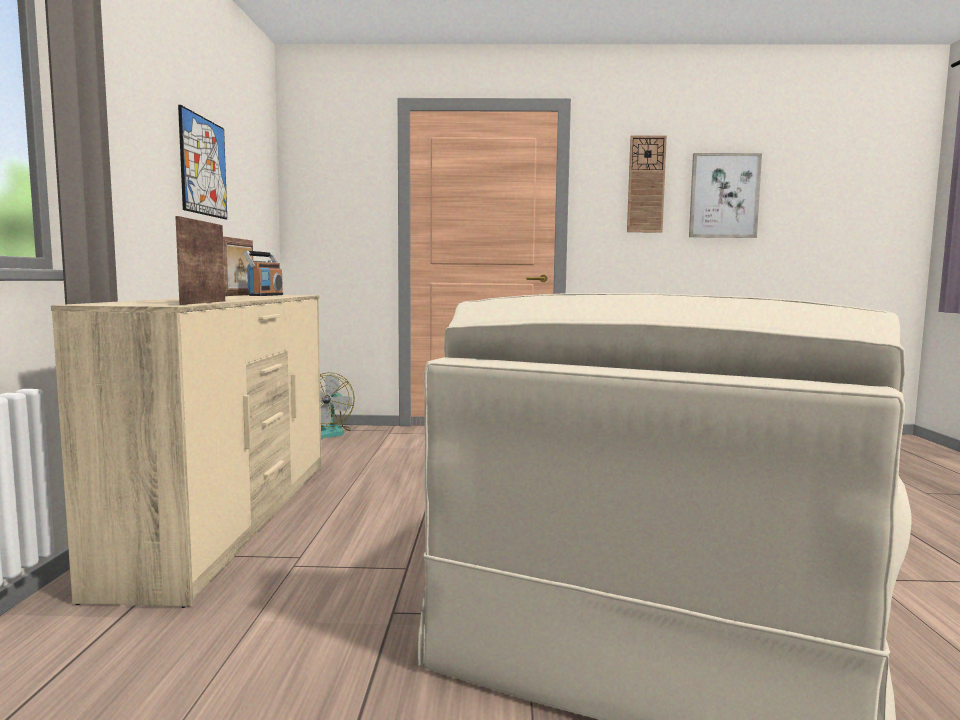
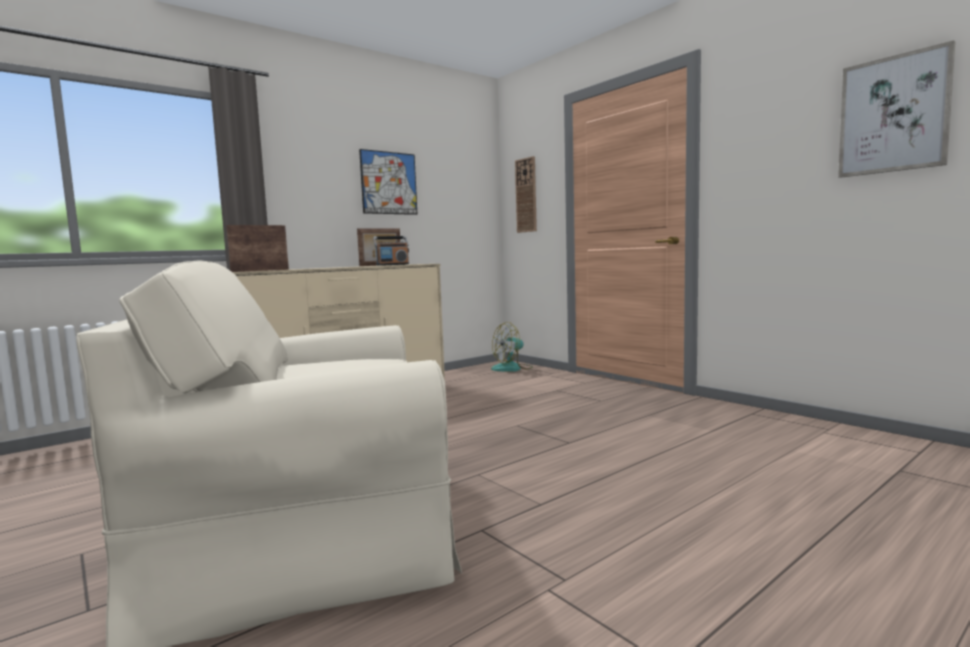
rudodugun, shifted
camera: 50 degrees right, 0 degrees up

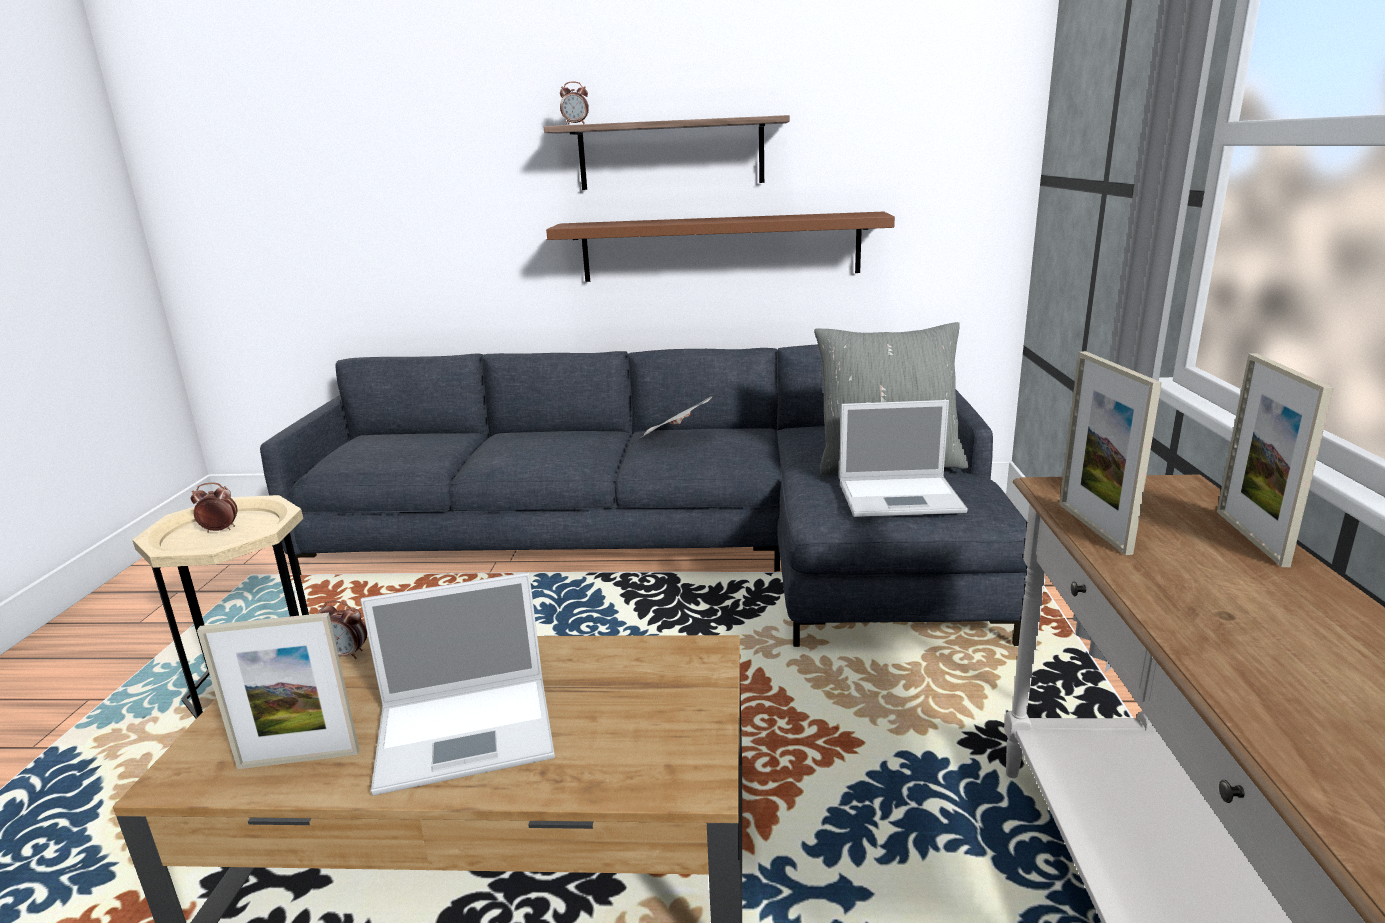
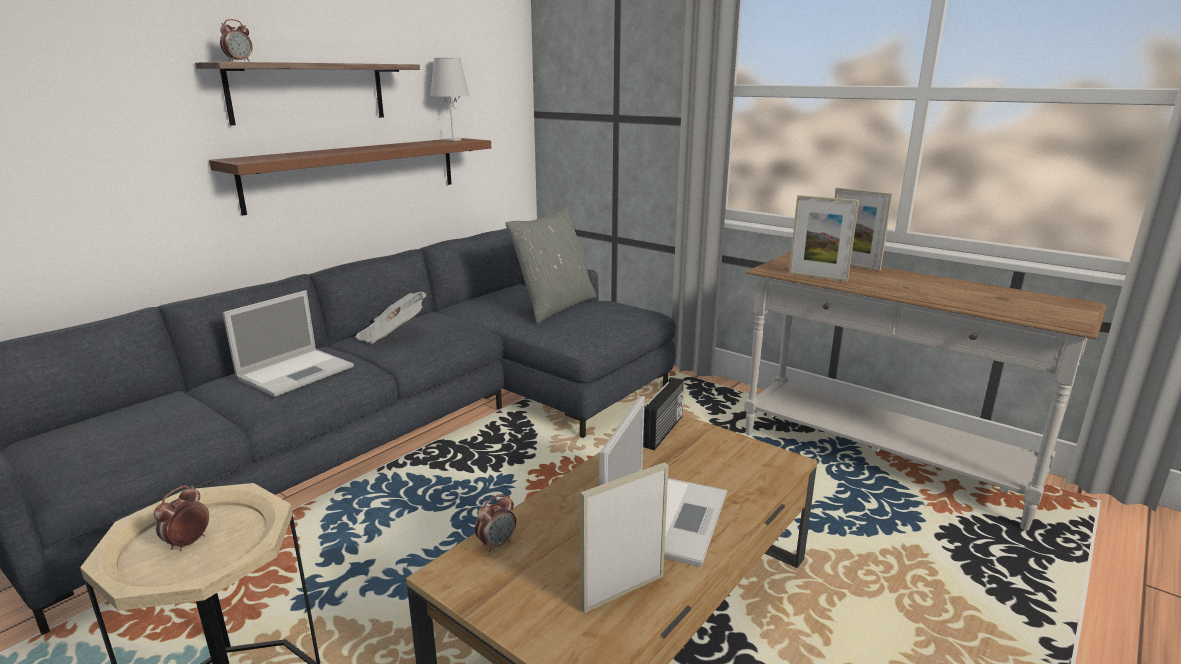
nothing => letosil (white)
nothing => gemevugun
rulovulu (no. 2 from left in the first image) => rulovulu (no. 1 from left), shifted
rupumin (no. 1 from left), 150 degrees counterclockwise
camera: 55 degrees left, 0 degrees up

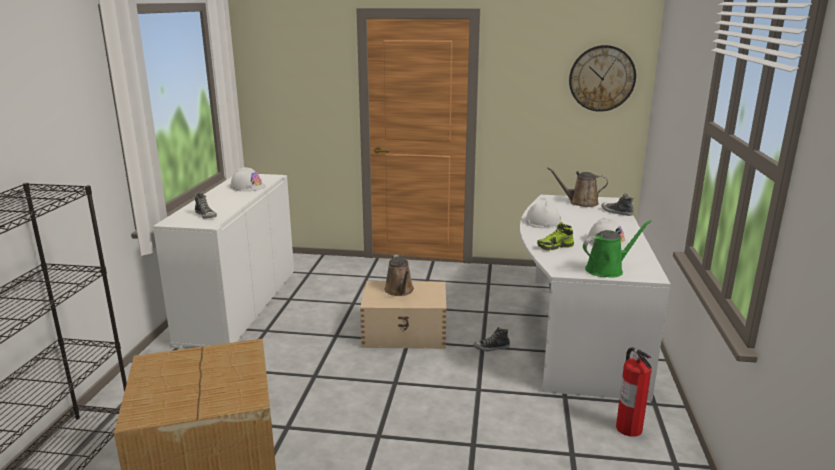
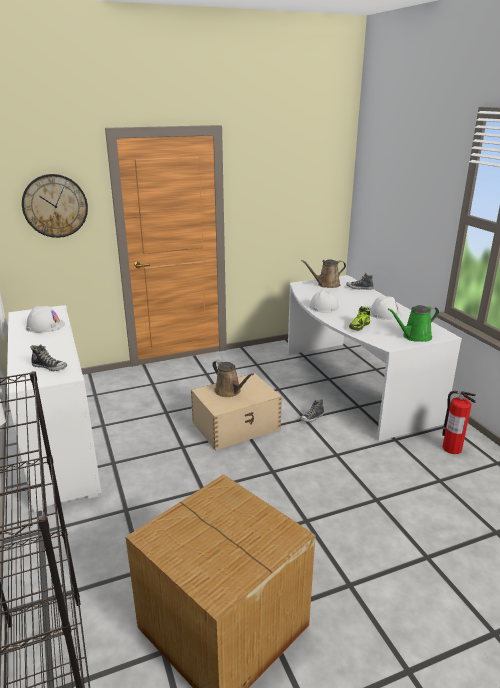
rudodugun, shifted
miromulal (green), 150 degrees counterclockwise
camera: 30 degrees left, 5 degrees up

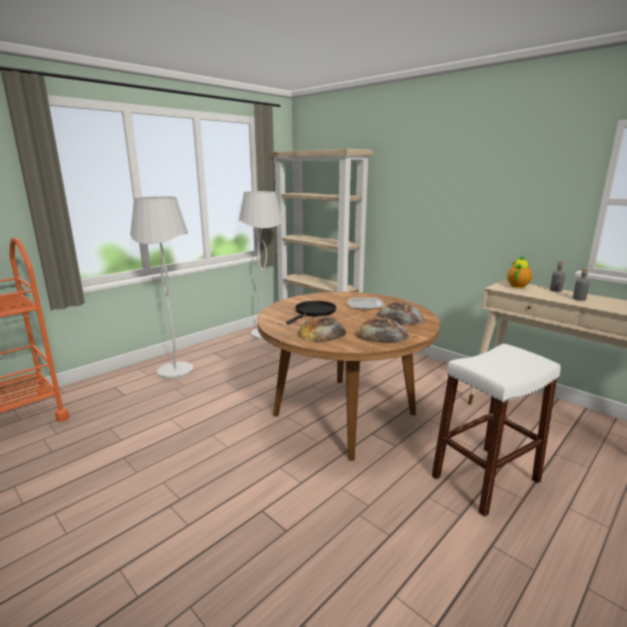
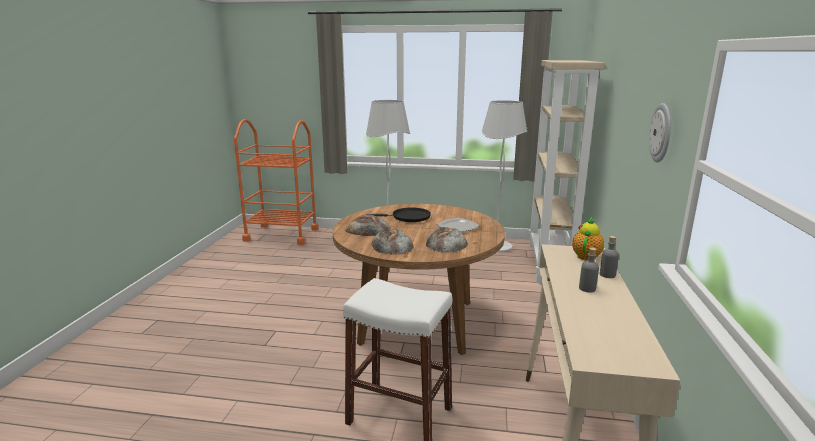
nothing => rudodugun
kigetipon, 60 degrees counterclockwise
camera: 55 degrees right, 0 degrees up

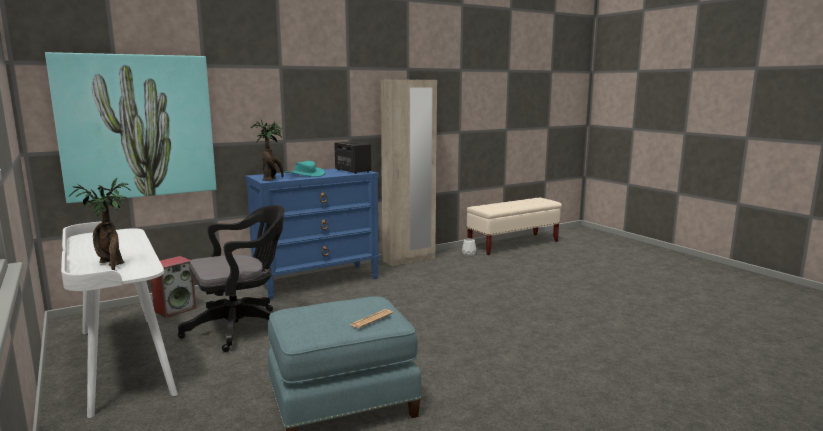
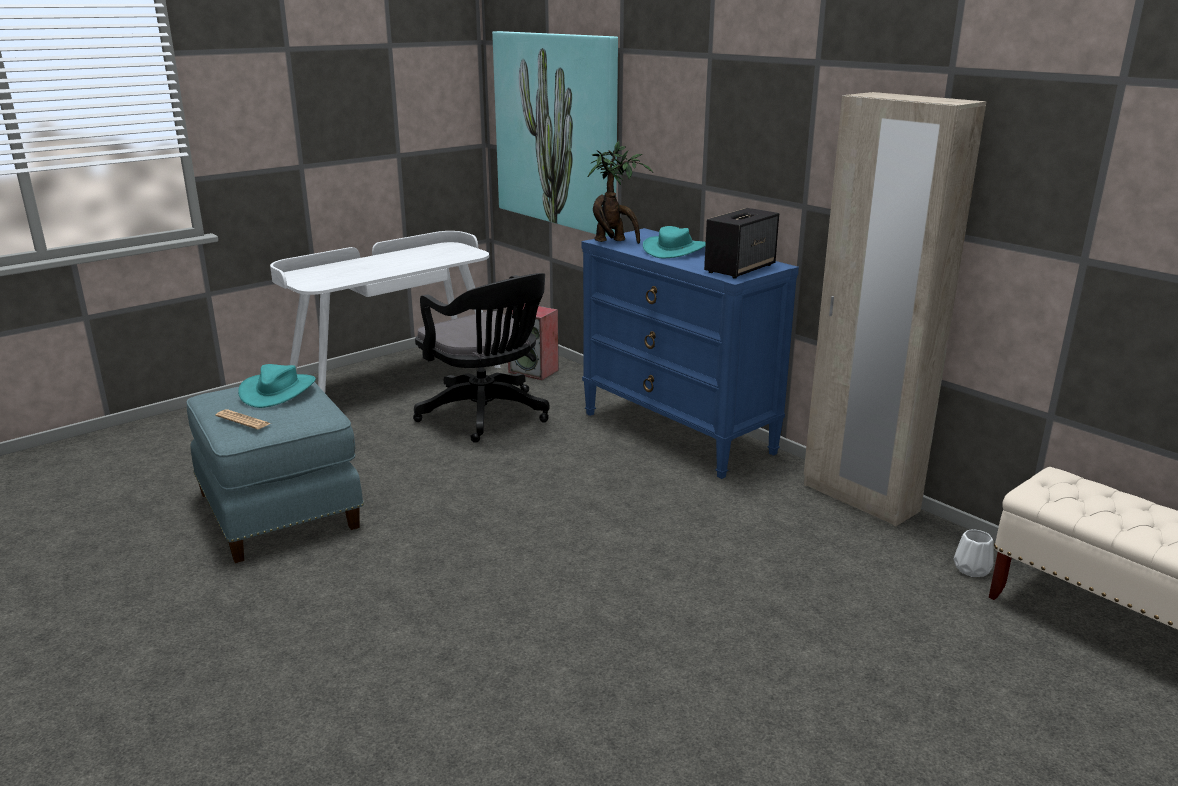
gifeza (no. 1 from left) => nothing
nothing => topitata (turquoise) (no. 1 from left)
camera: 80 degrees right, 10 degrees up

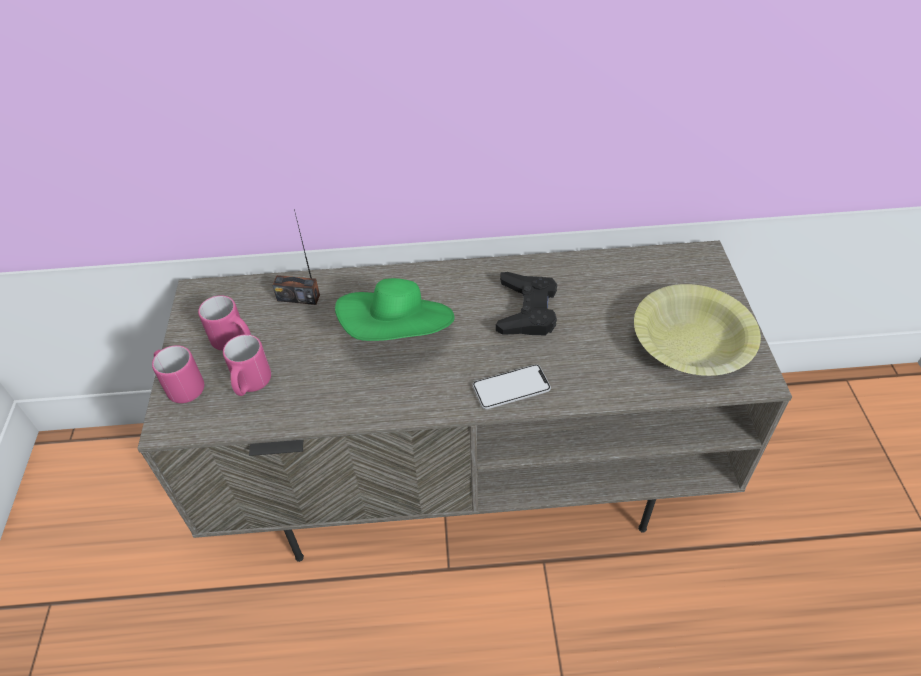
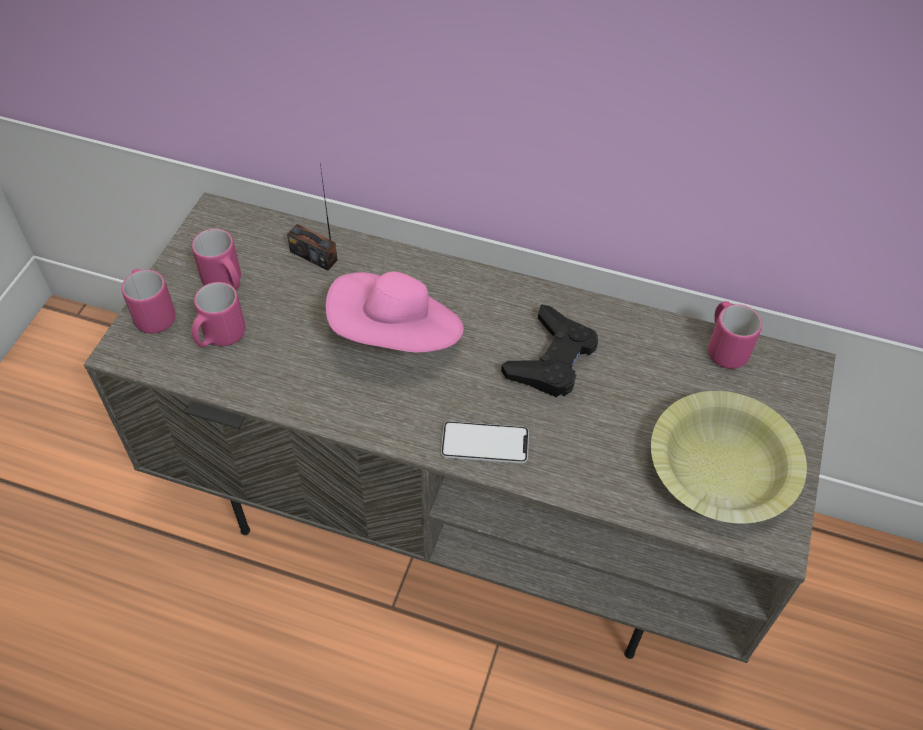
nothing => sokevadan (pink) (no. 4 from left)
topitata (green) => topitata (pink)
camera: 20 degrees right, 5 degrees up

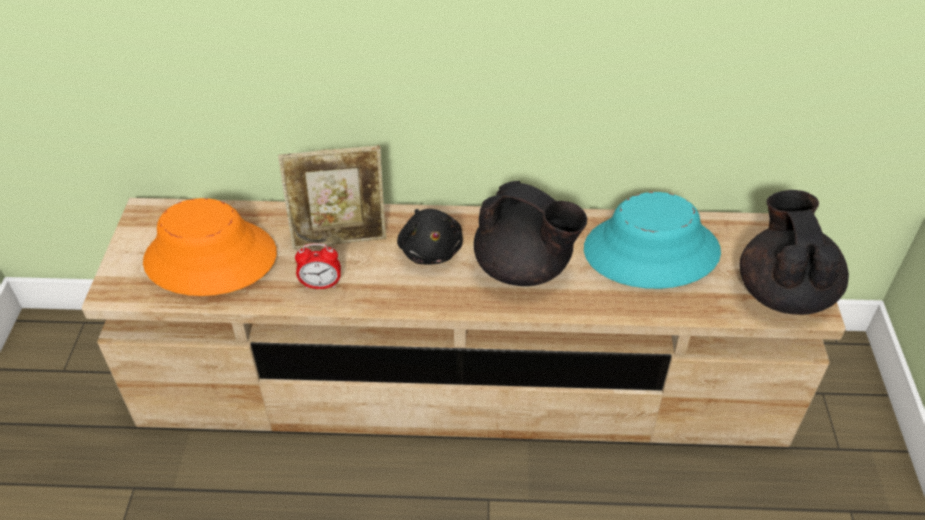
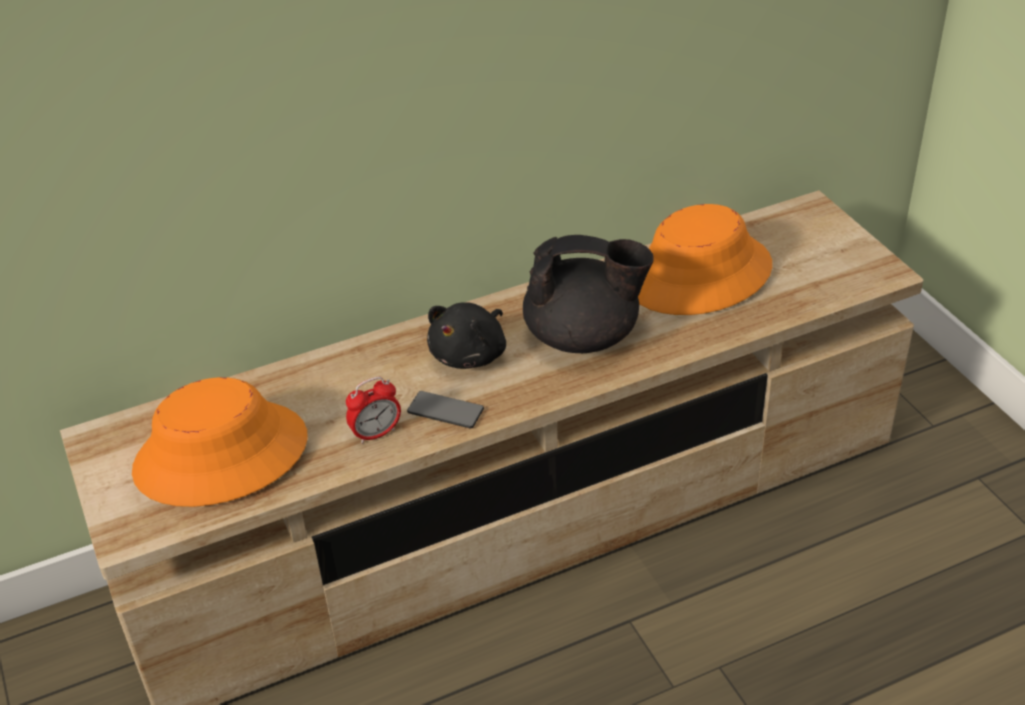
rupumin => nothing
kigetipon (black) (no. 2 from left) => nothing
nothing => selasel
topitata (turquoise) => topitata (orange) (no. 2 from left)
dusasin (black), 75 degrees clockwise
camera: 25 degrees left, 5 degrees down

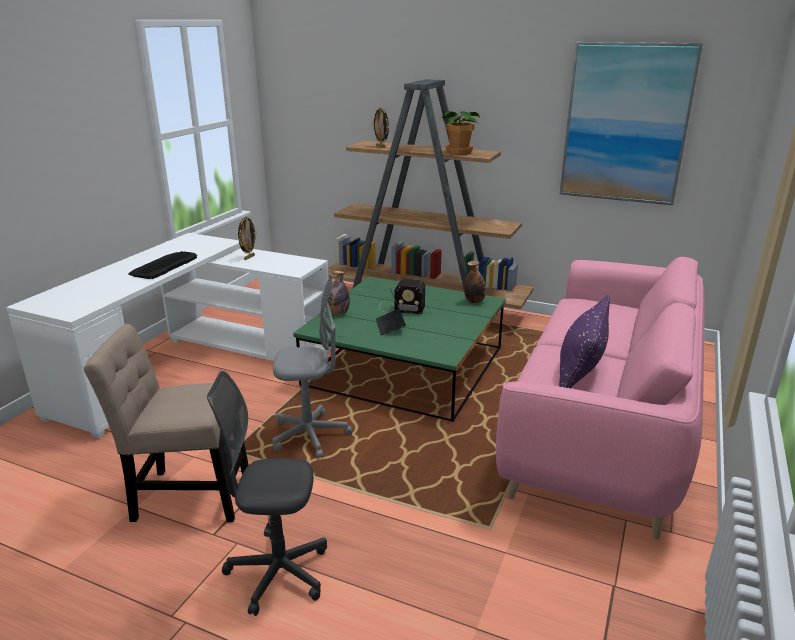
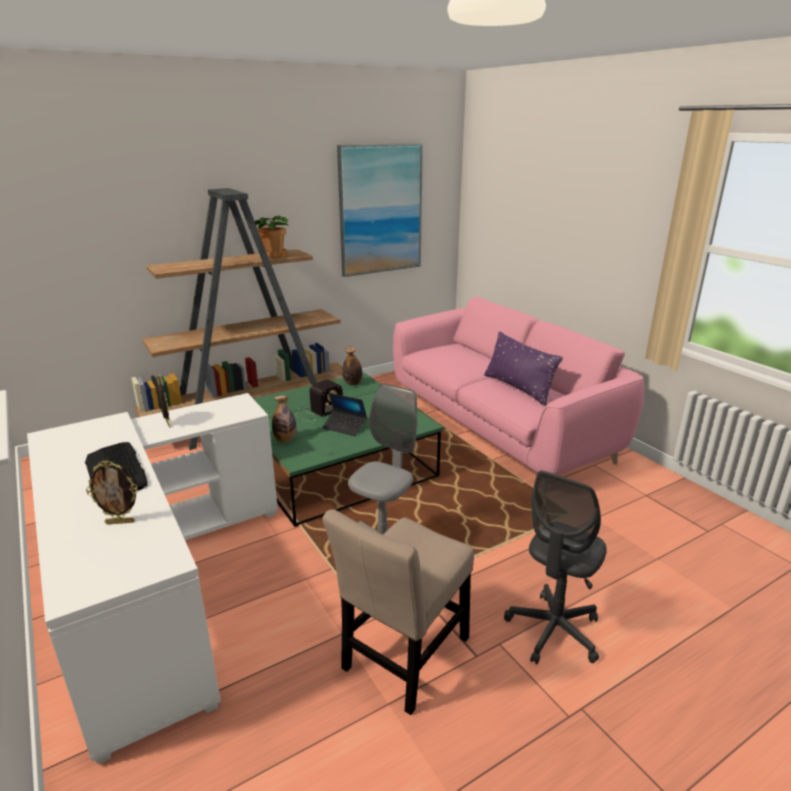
rupumin (no. 2 from left in the first image) => rupumin (no. 1 from left), shifted
camera: 55 degrees left, 0 degrees up

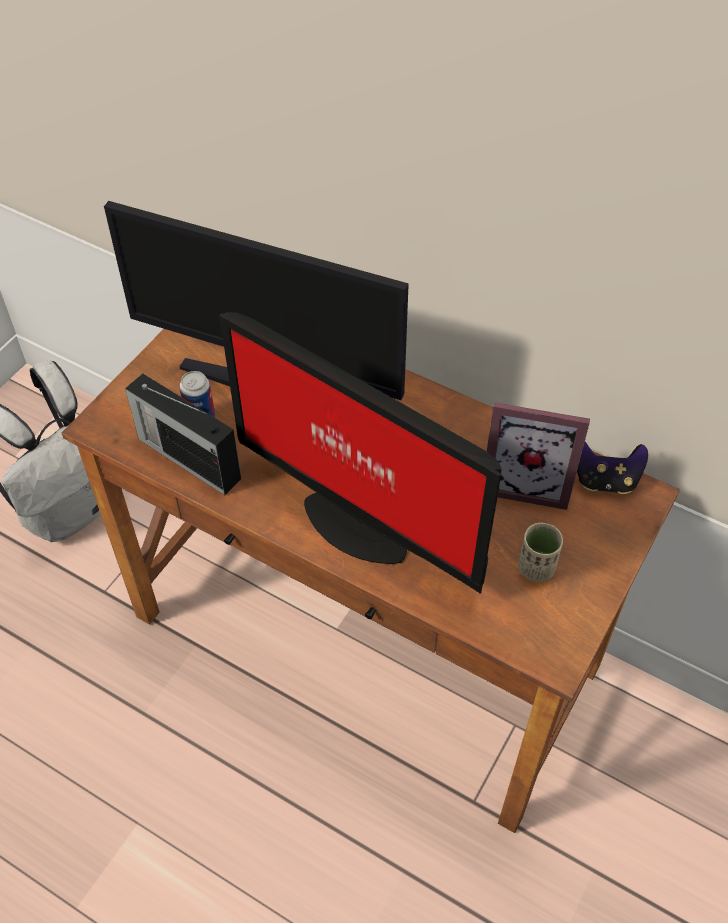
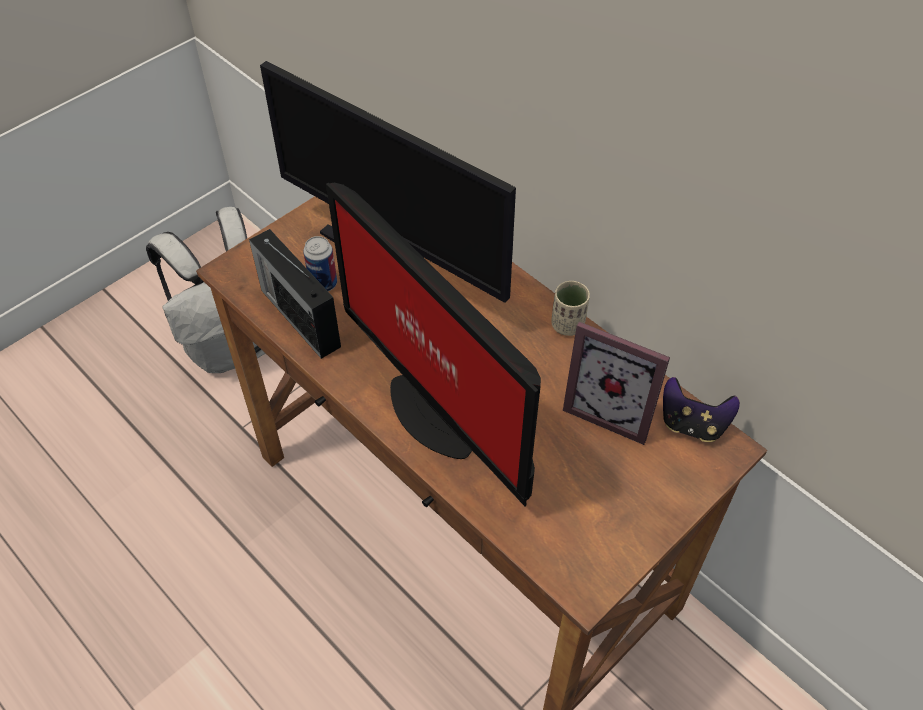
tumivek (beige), shifted
camera: 15 degrees right, 0 degrees up

